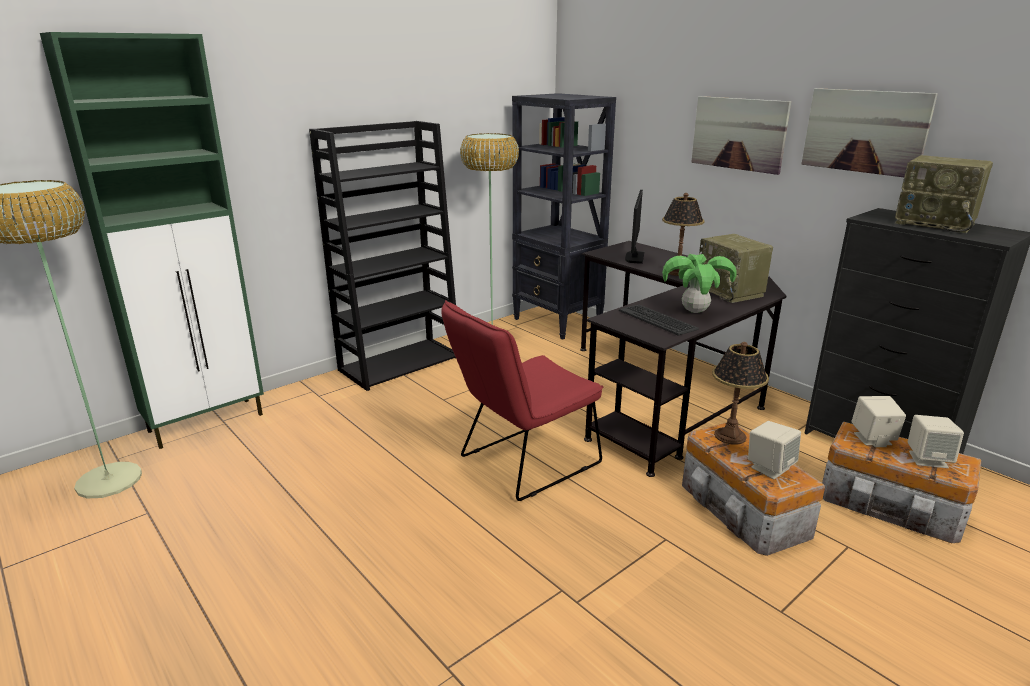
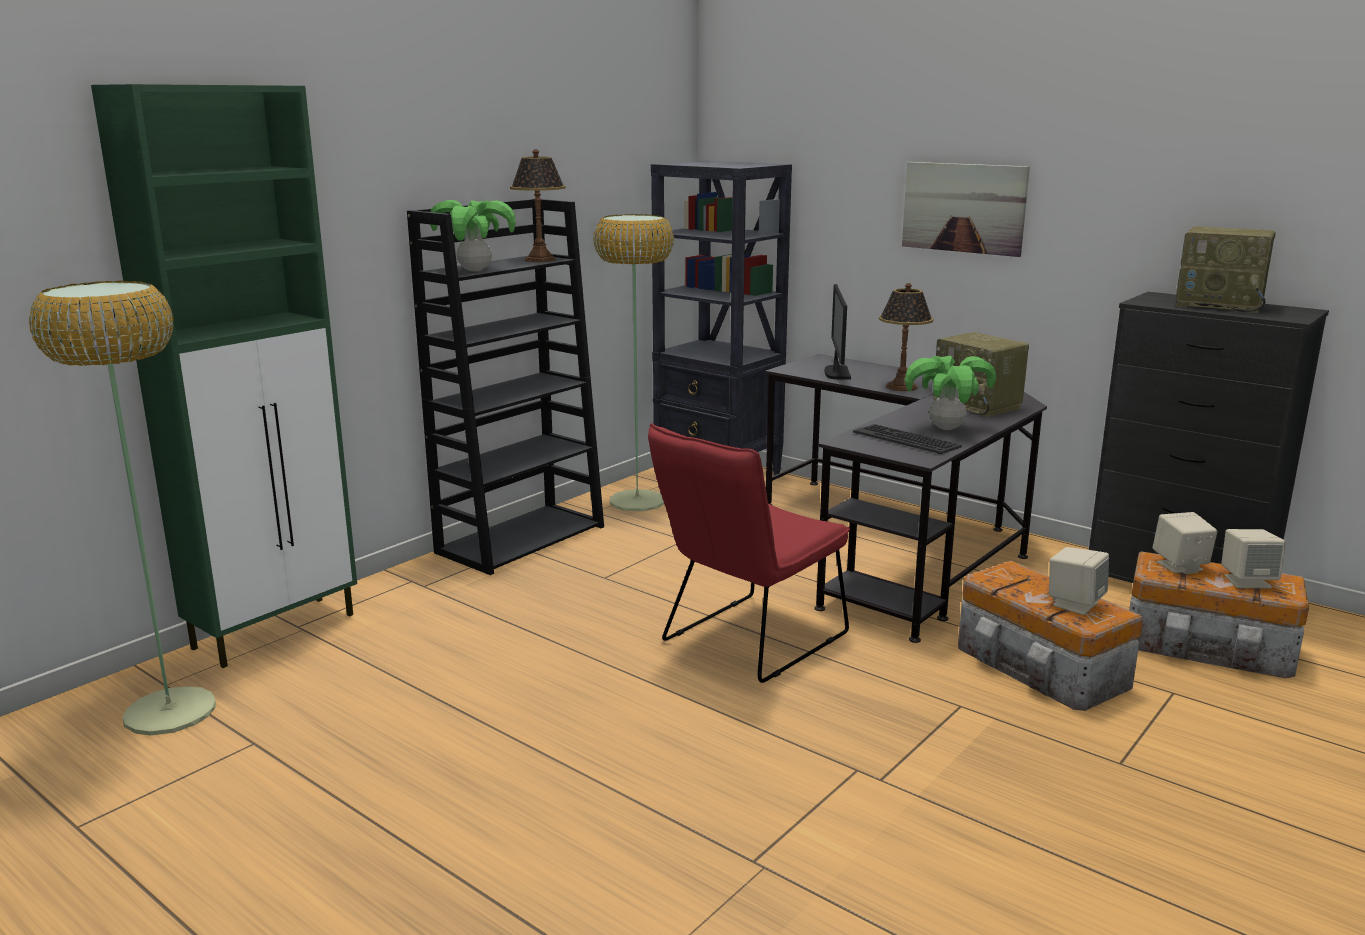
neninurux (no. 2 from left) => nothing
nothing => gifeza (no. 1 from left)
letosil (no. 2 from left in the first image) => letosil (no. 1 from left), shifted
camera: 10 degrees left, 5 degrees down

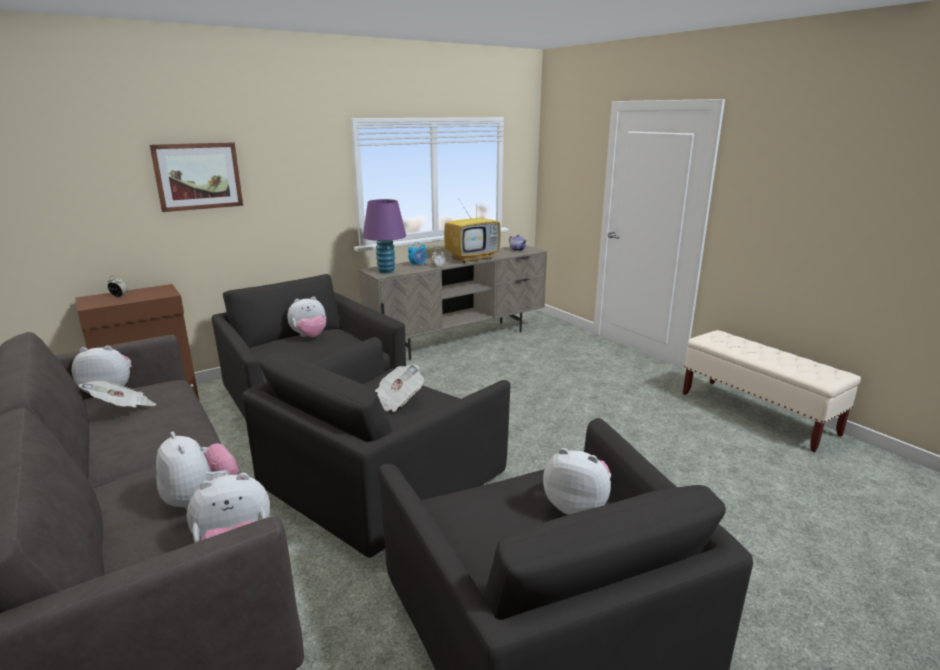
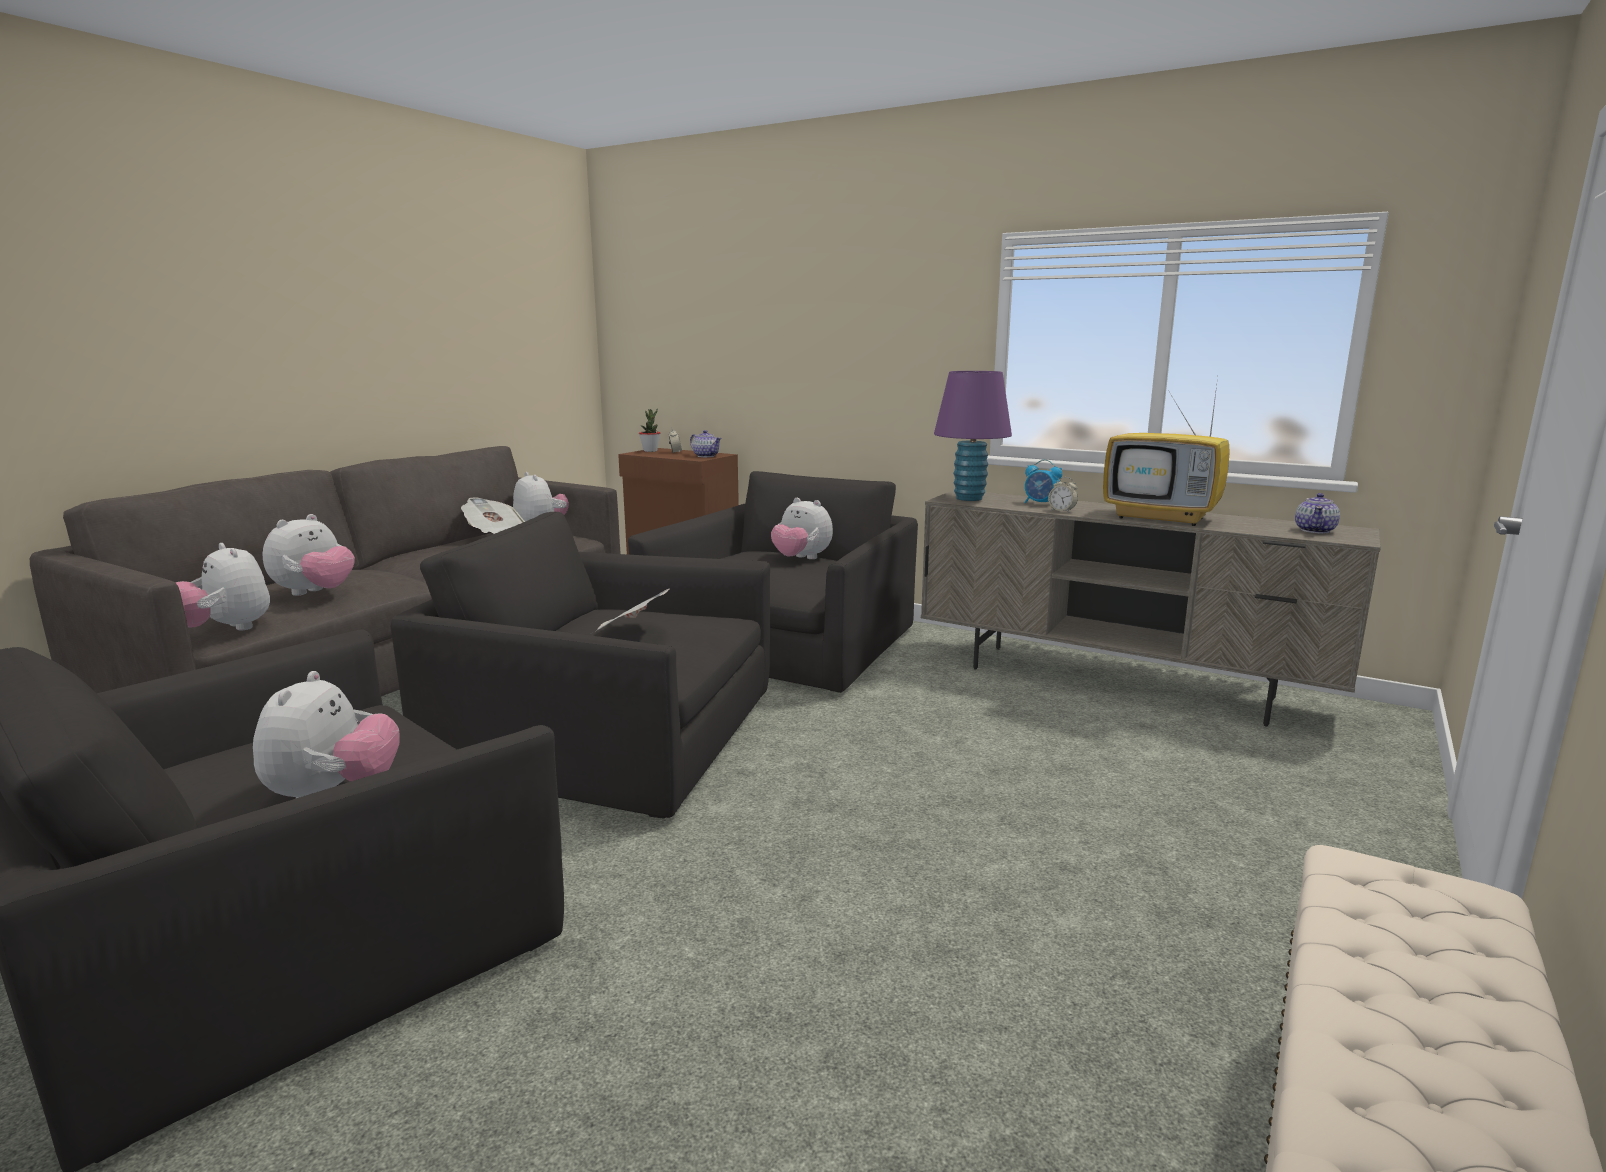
neninurux => nothing
nothing => gifeza
nothing => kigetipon (no. 1 from left)
camera: 65 degrees right, 5 degrees down

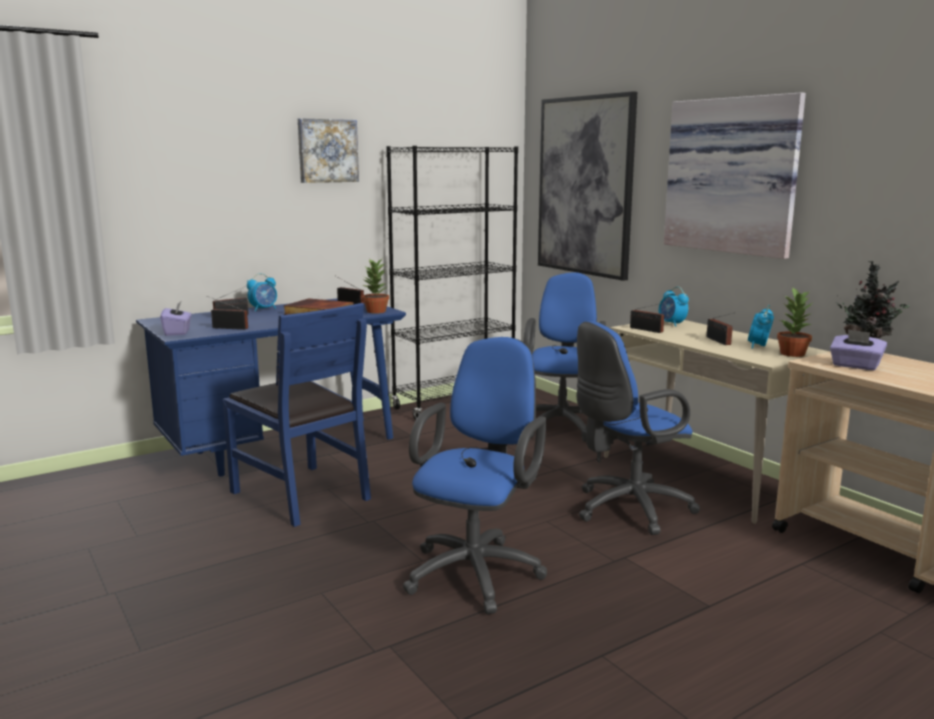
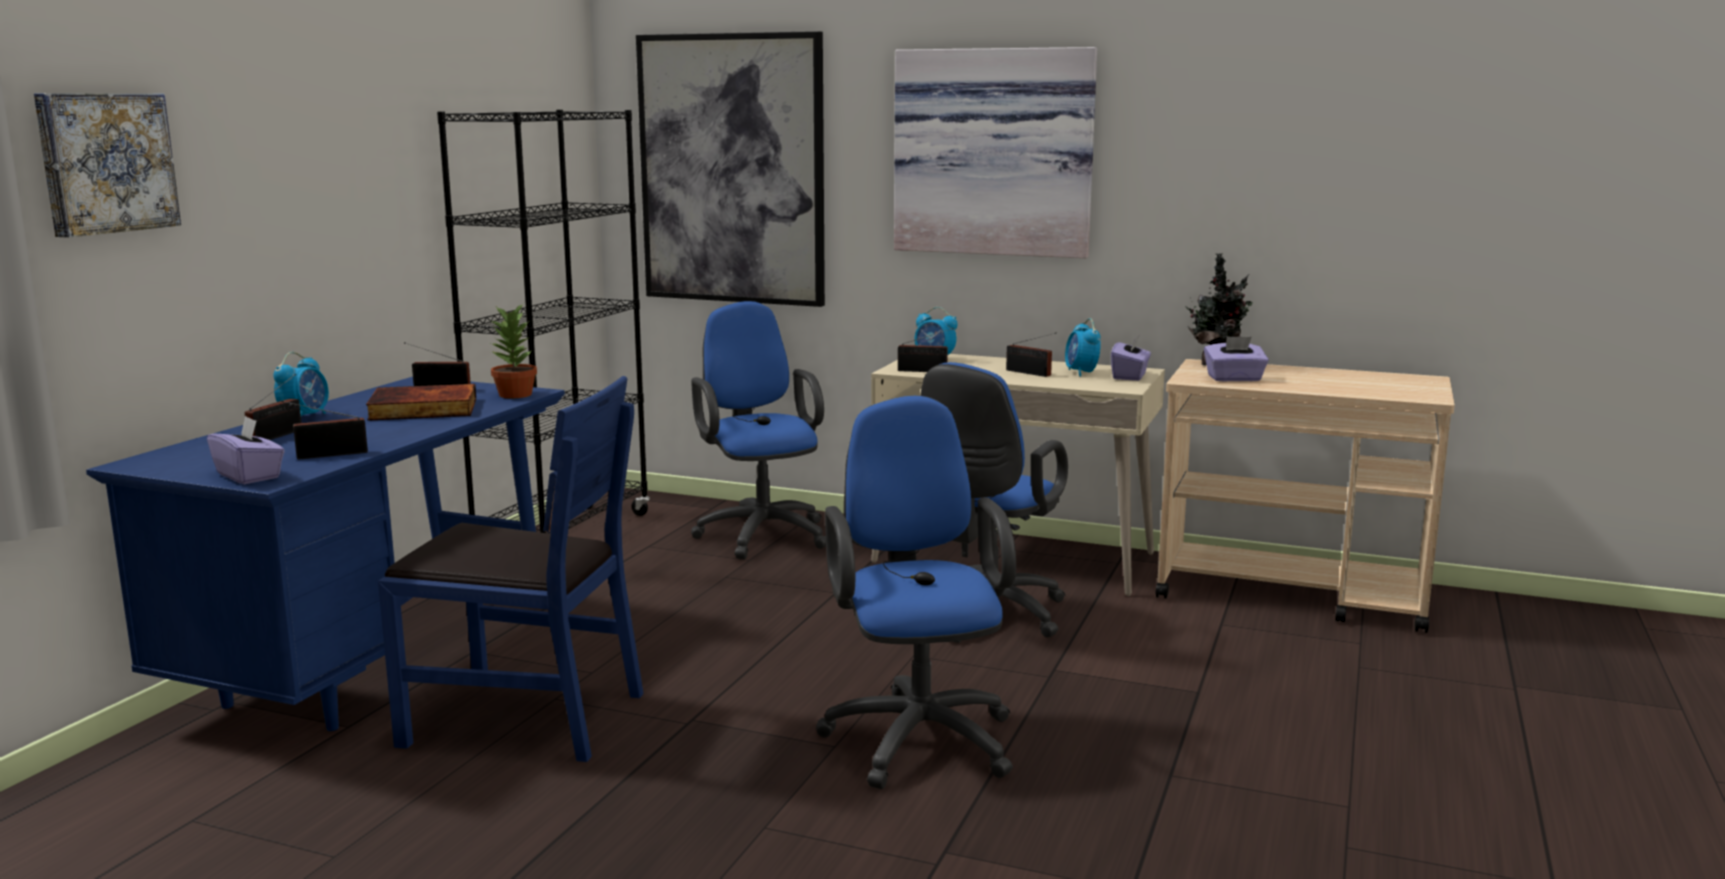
neninurux (no. 1 from left), shifted
gifeza (no. 2 from left) => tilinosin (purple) (no. 2 from left)
camera: 35 degrees left, 0 degrees up

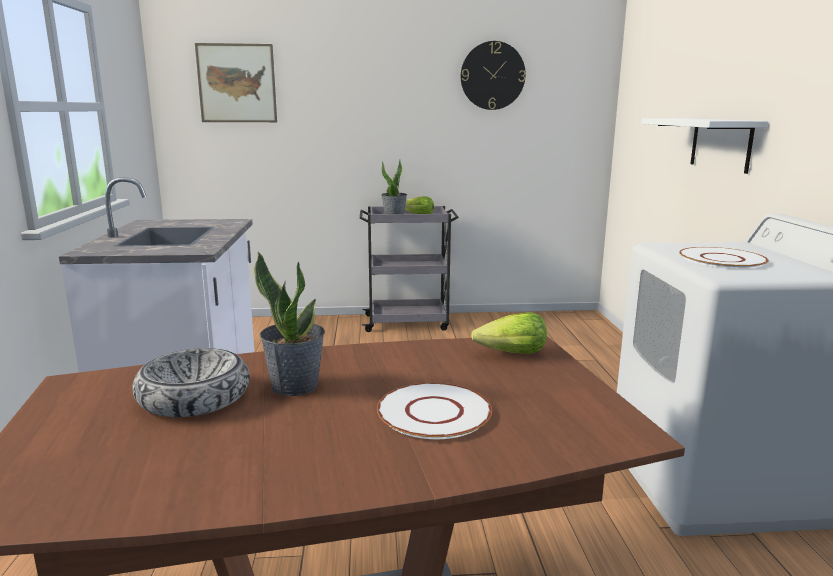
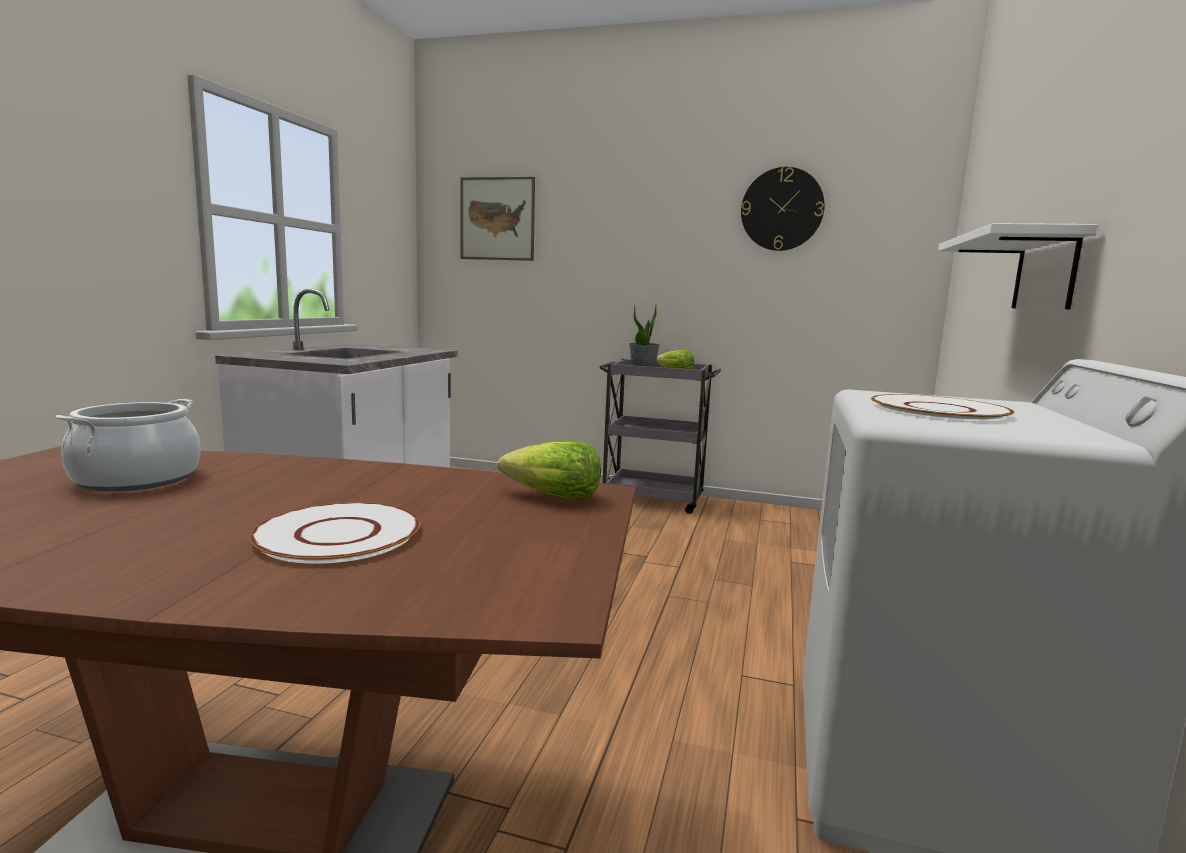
gifeza (no. 1 from left) => nothing
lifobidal => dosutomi
camera: 20 degrees right, 5 degrees down

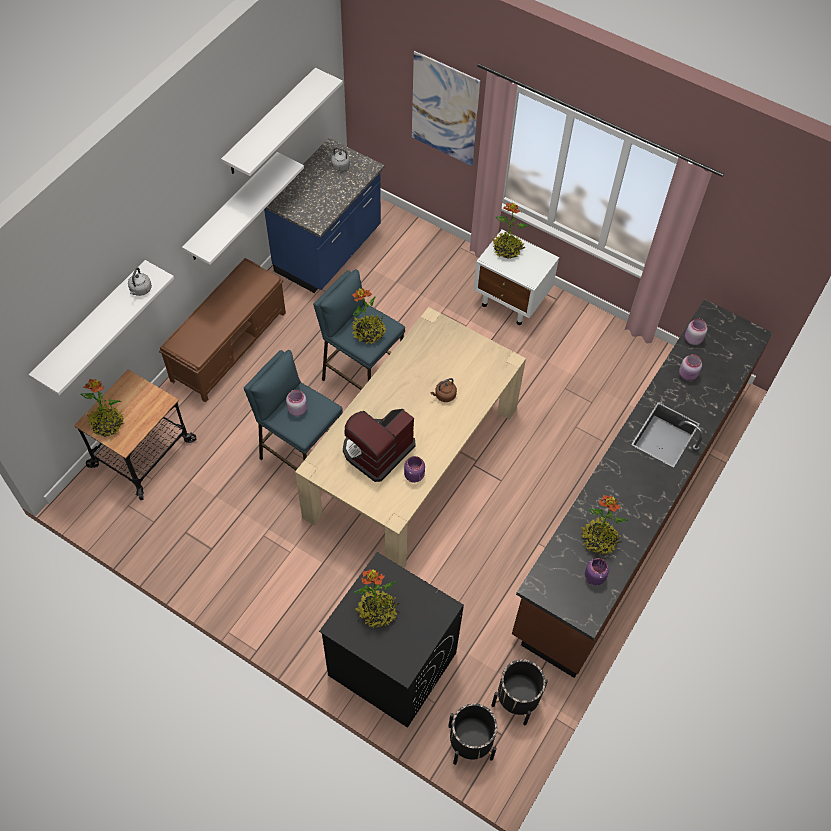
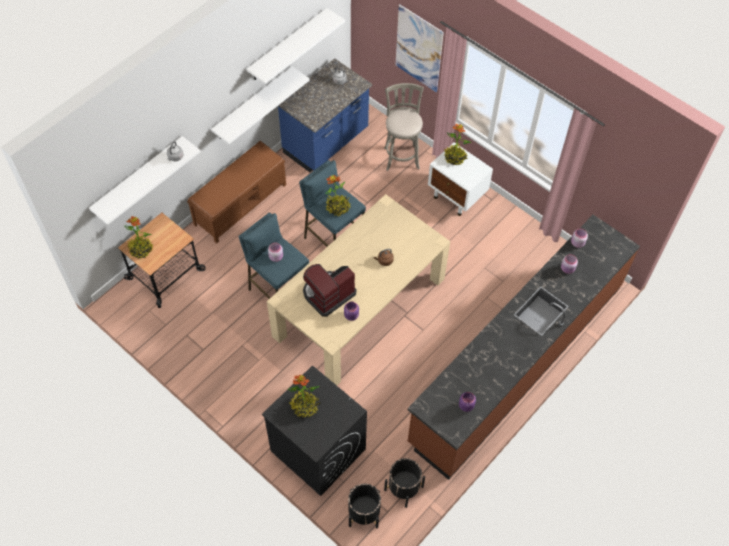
gifeza (no. 5 from left) => nothing
nothing => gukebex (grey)
camera: 10 degrees right, 0 degrees up

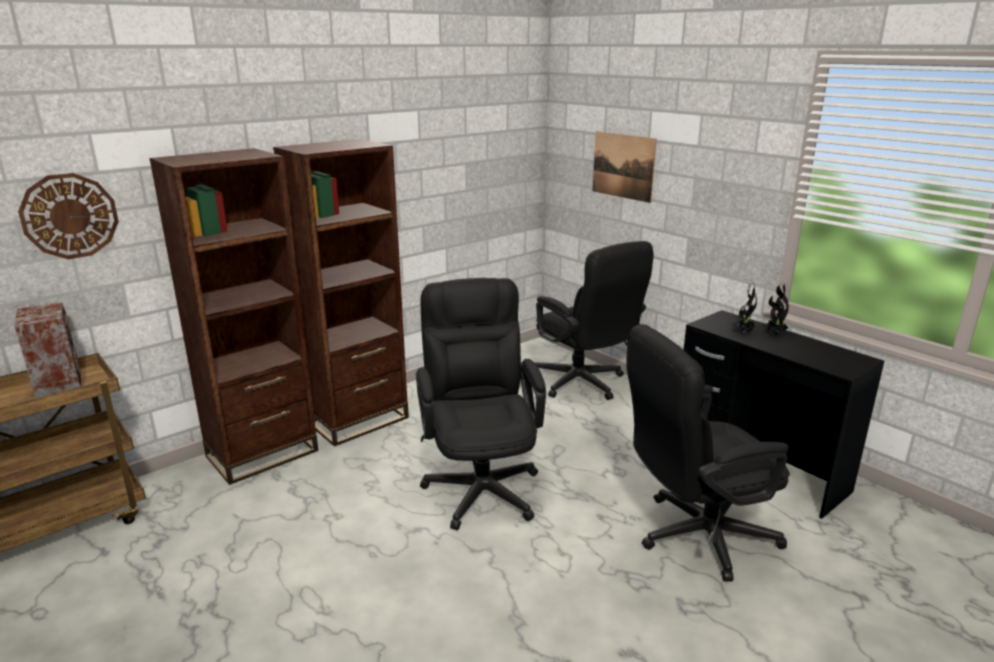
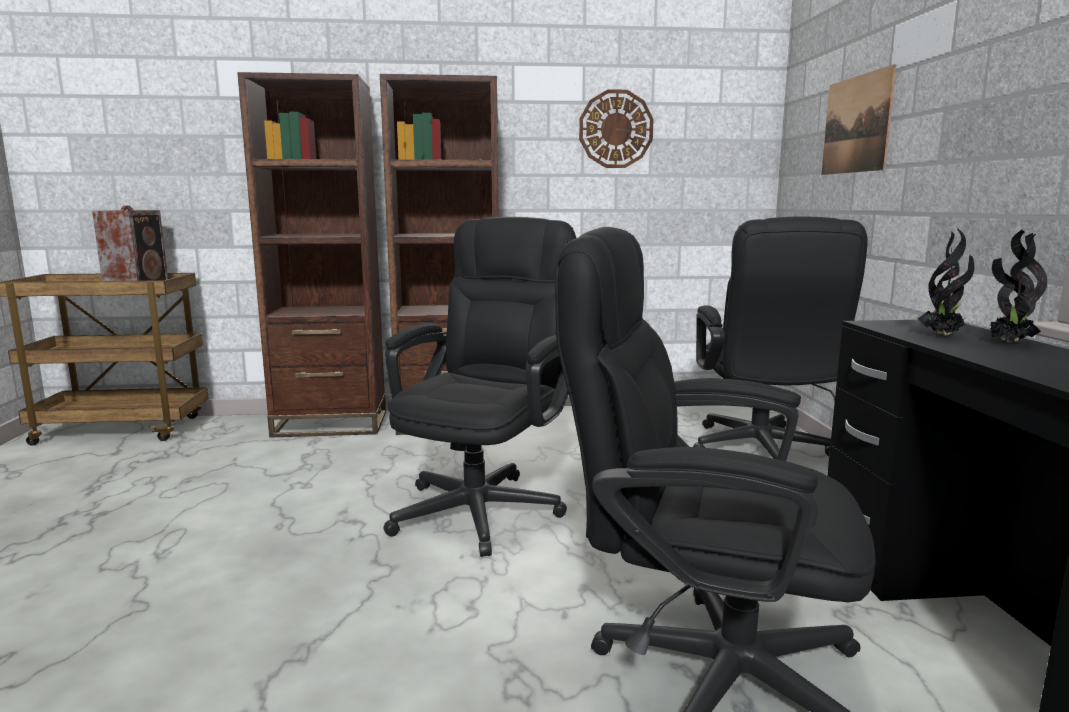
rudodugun, shifted
camera: 35 degrees right, 10 degrees down

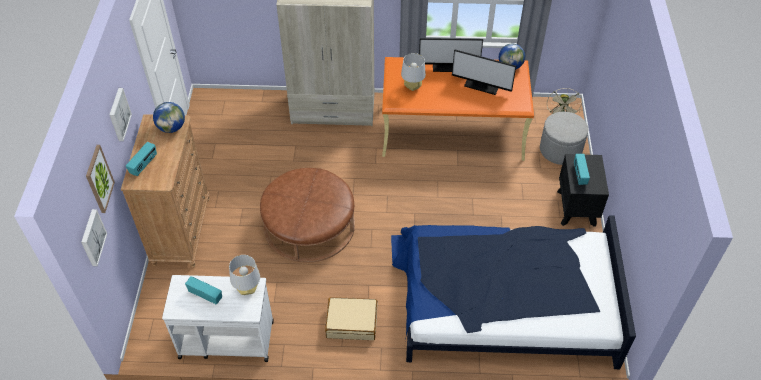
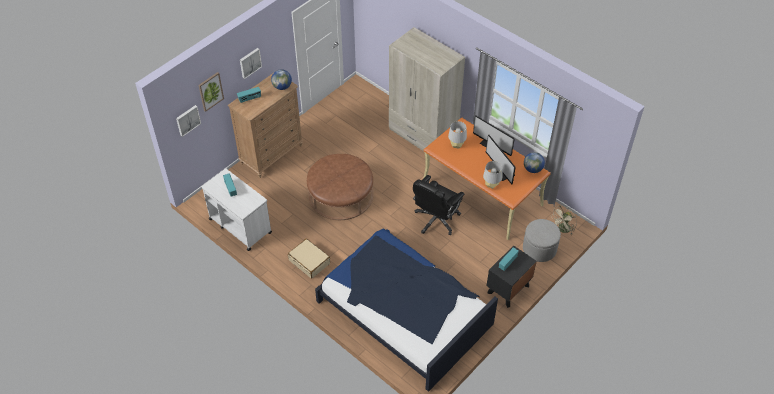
nothing => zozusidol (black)
letosil (grey) (no. 1 from left in the first image) => letosil (grey) (no. 2 from left), shifted
camera: 40 degrees right, 0 degrees up

